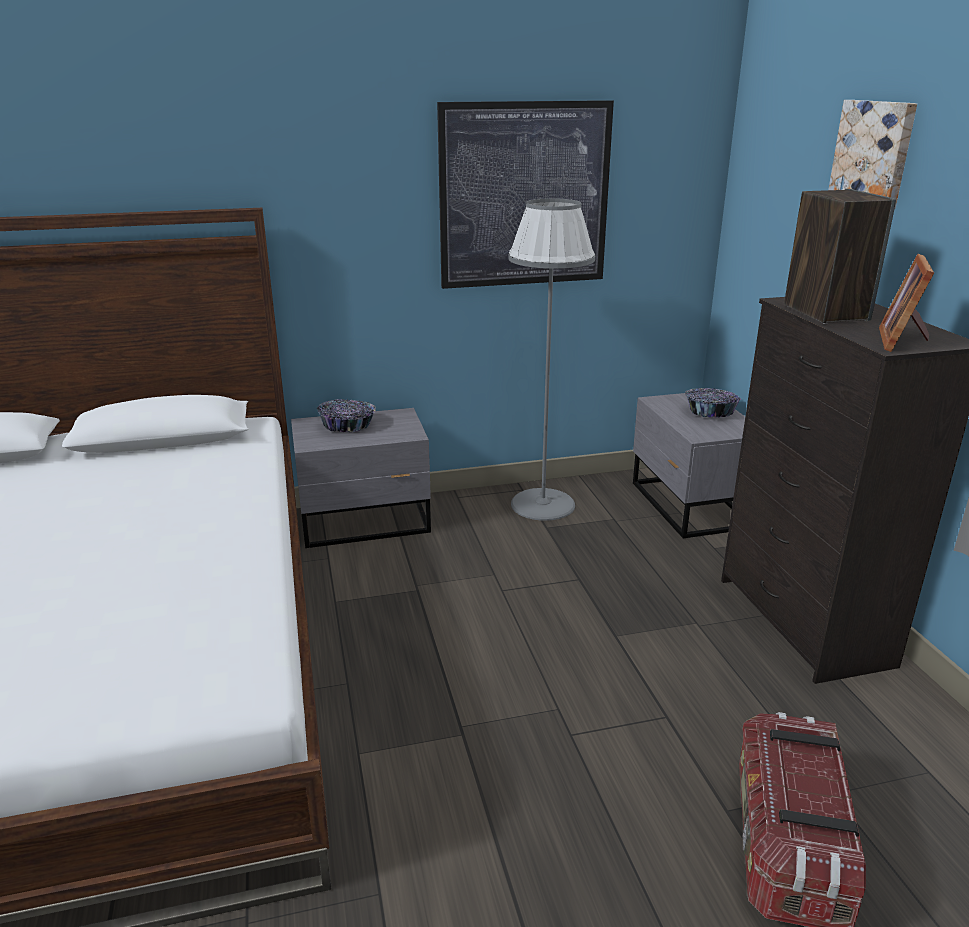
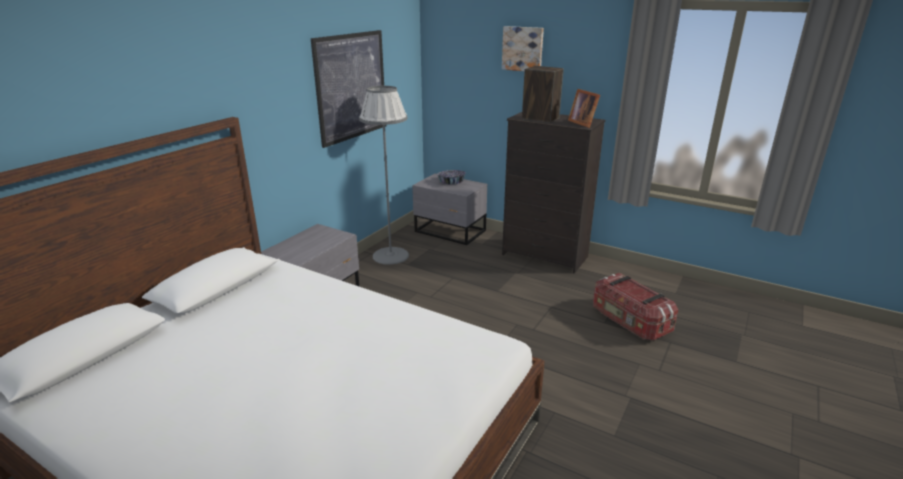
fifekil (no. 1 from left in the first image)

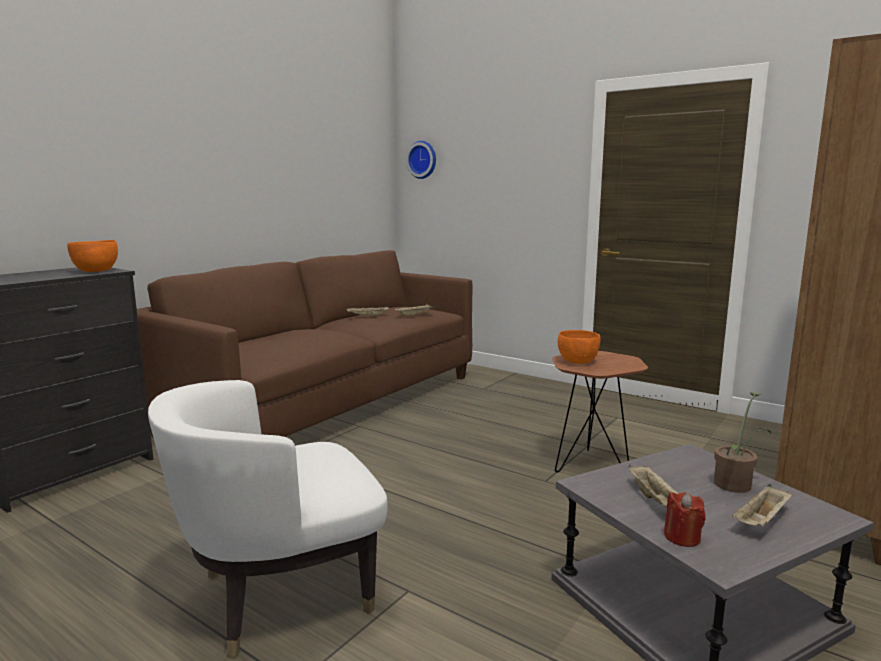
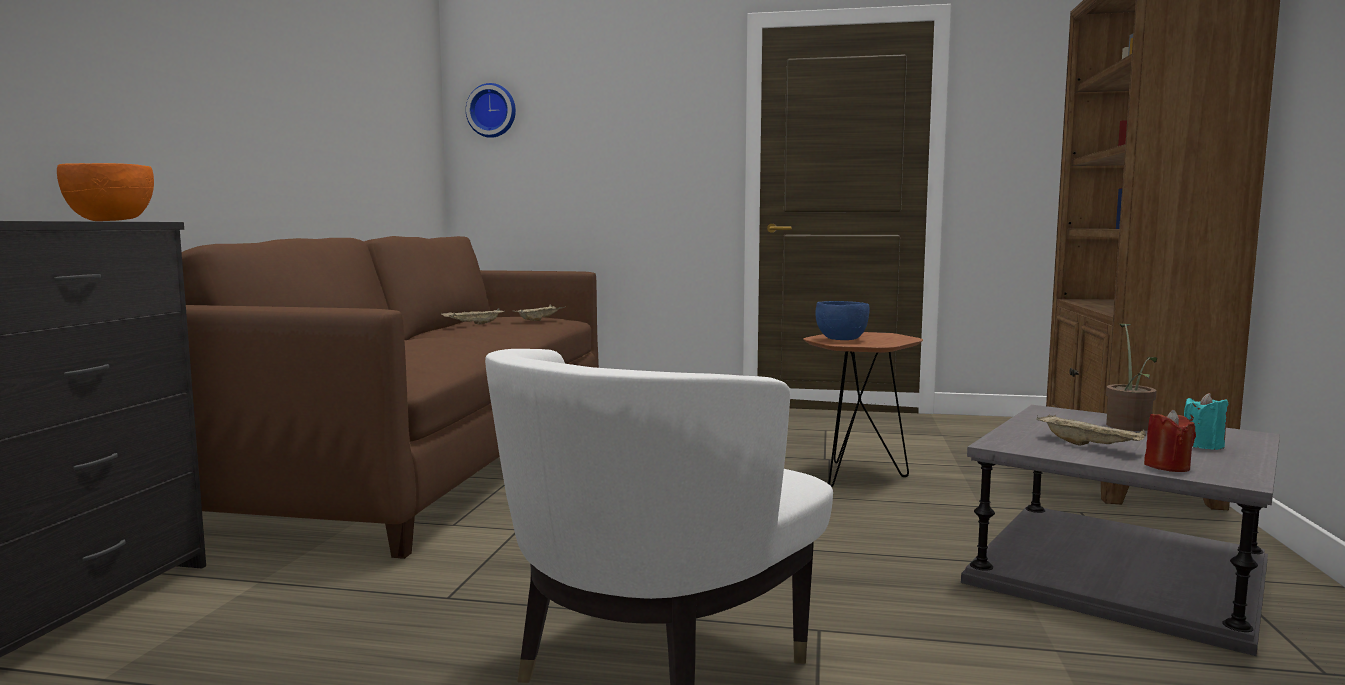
blue fifekil
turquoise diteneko

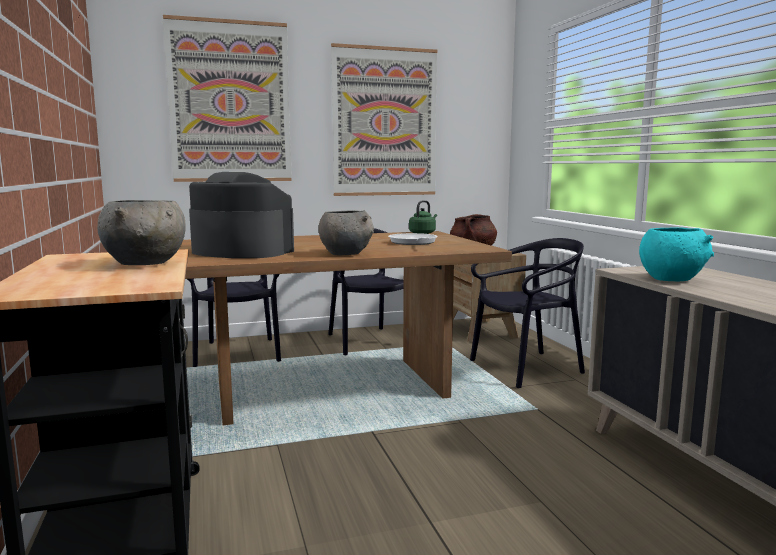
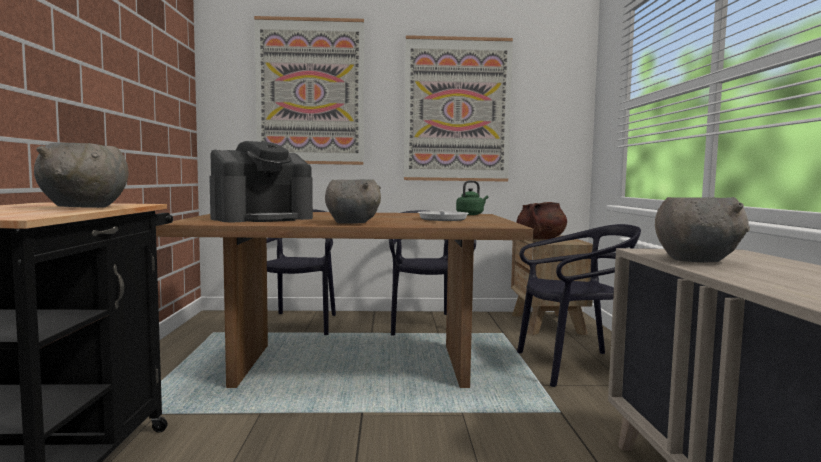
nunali
grey fifekil (no. 3 from left)

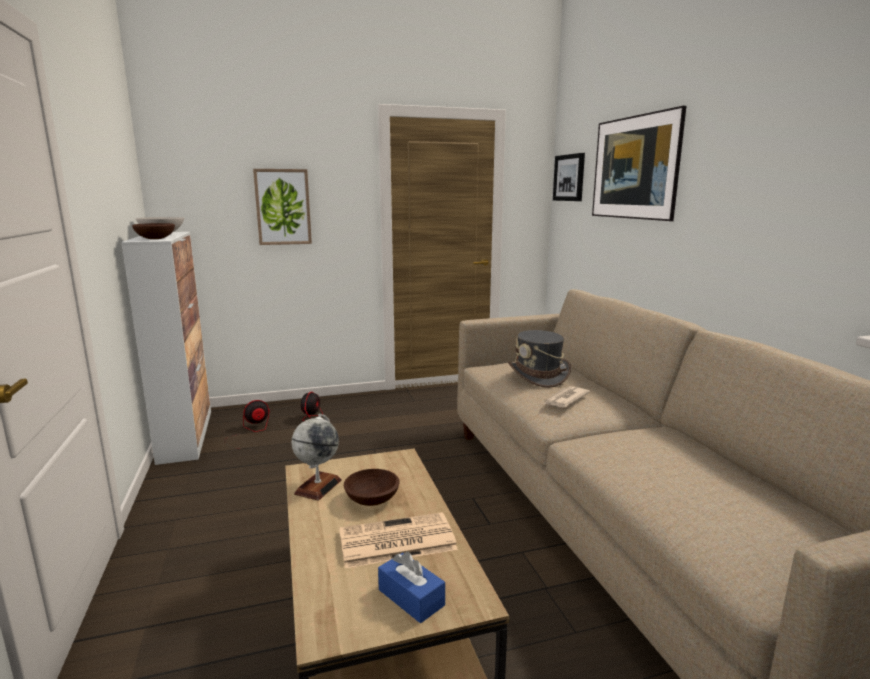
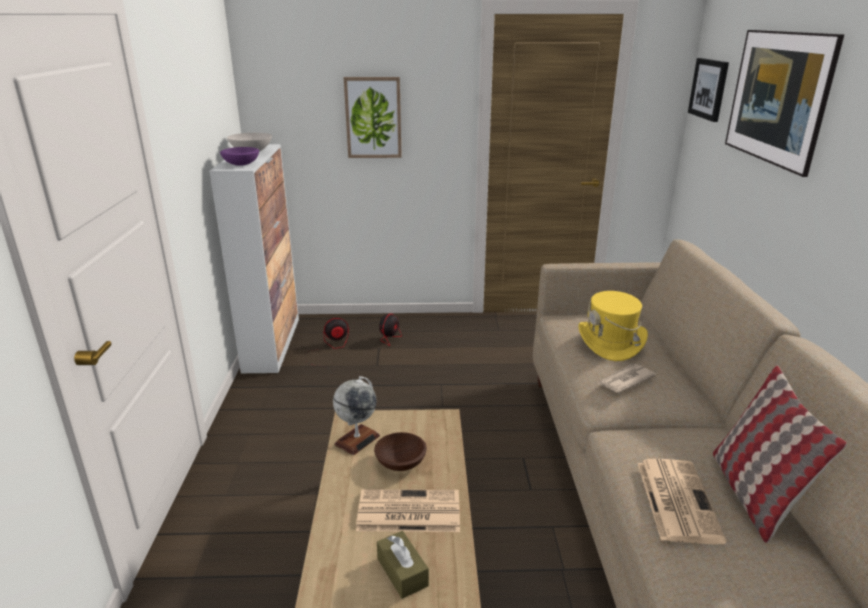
purple fifekil
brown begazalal
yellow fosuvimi
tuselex (no. 3 from left)
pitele

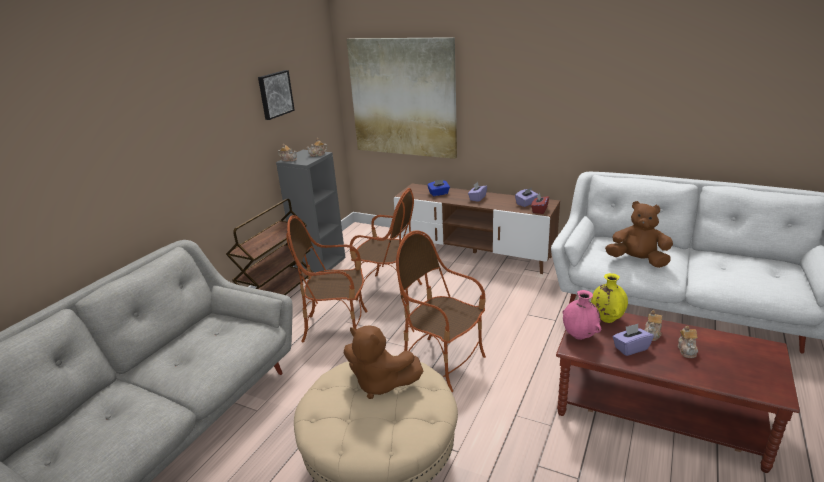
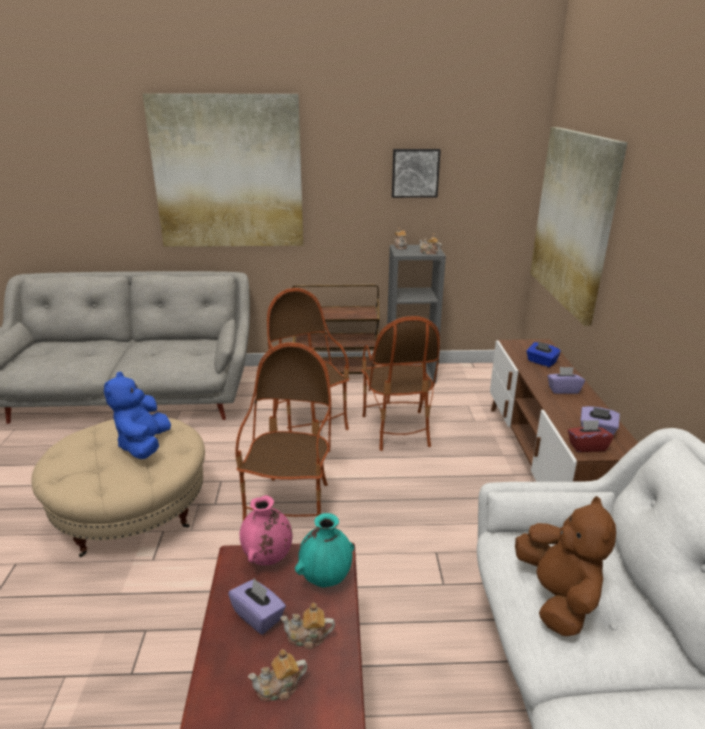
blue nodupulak
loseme (no. 1 from left)
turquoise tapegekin

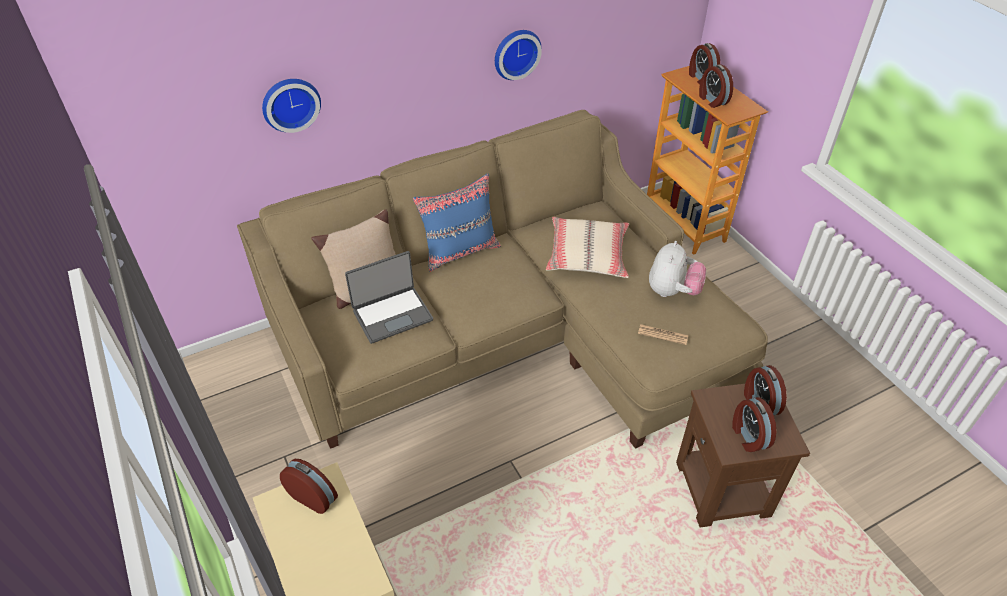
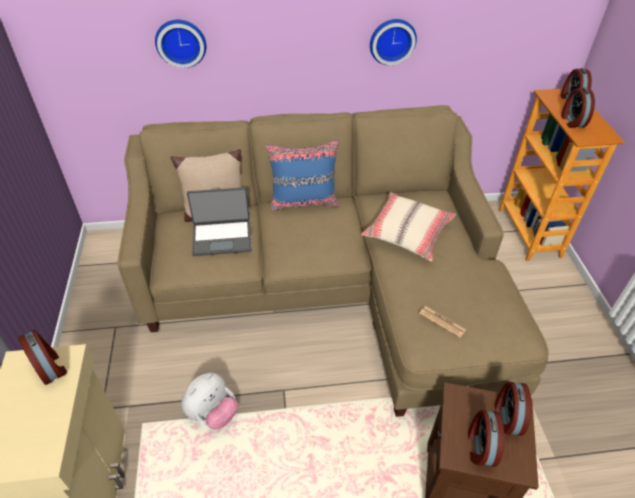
nodupulak

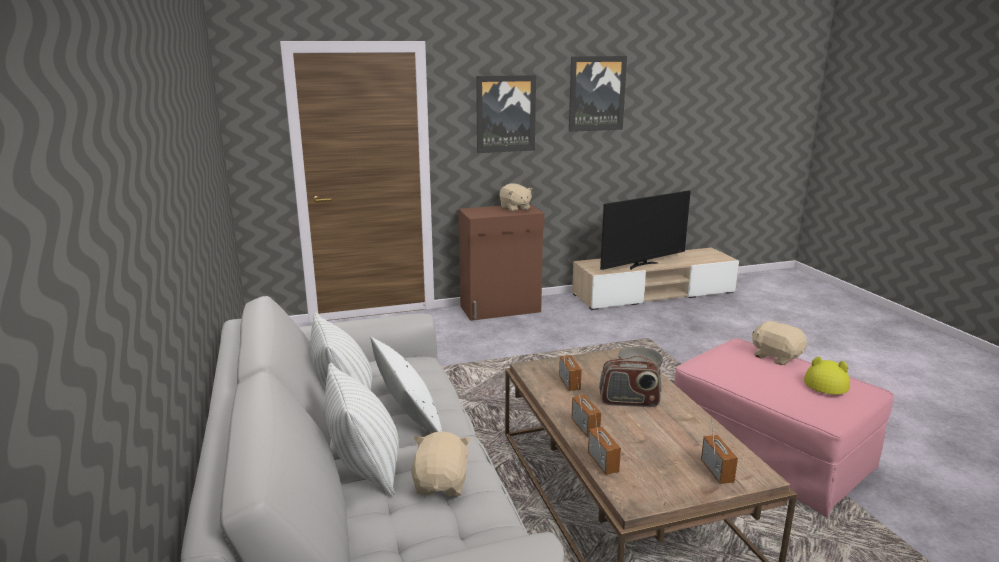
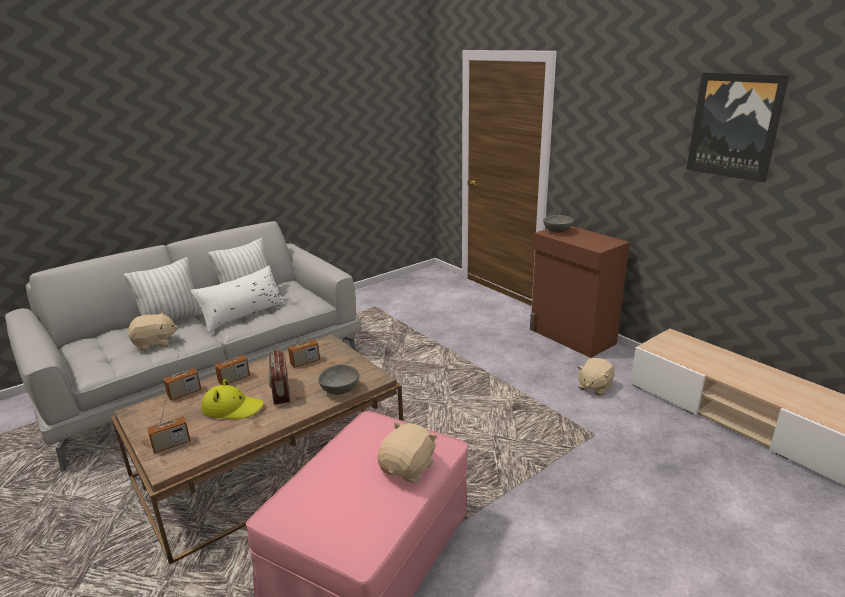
yellow fosuvimi
grey fifekil (no. 2 from left)
beige nodupulak (no. 3 from left)
loseme (no. 1 from left in the first image)
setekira

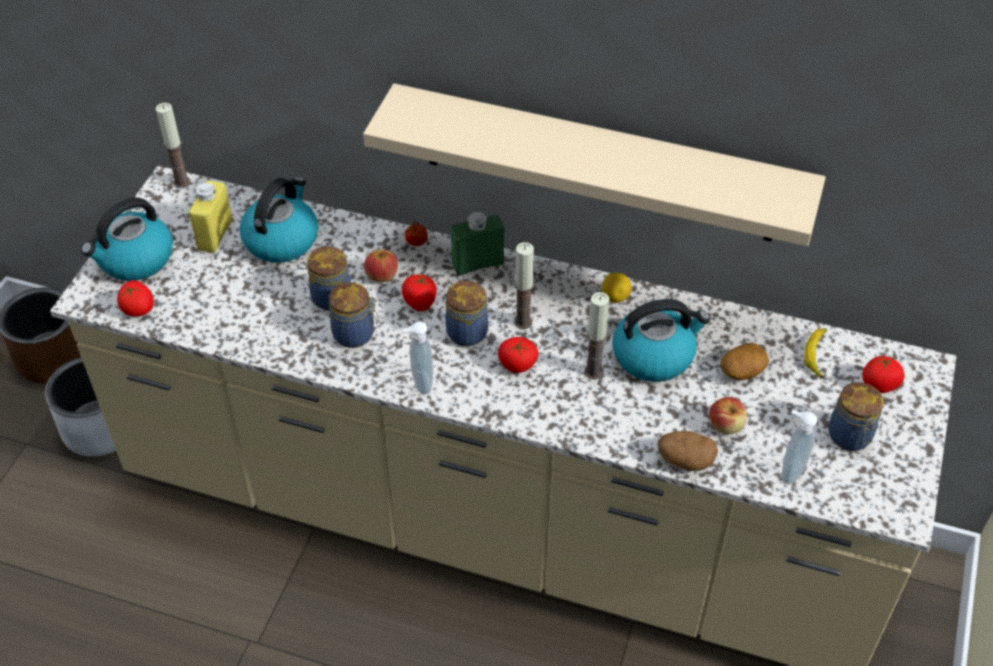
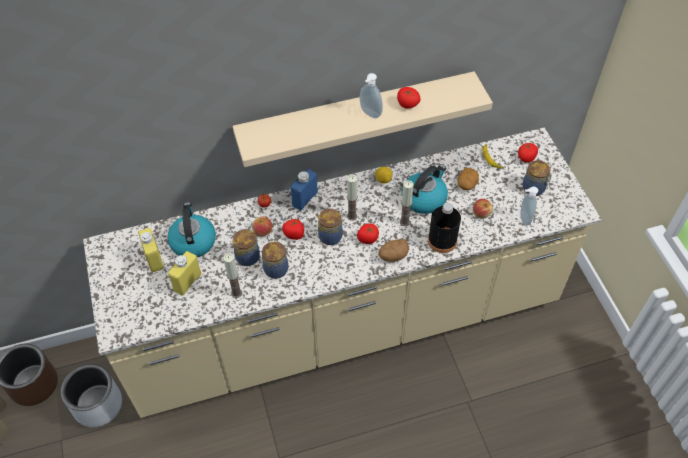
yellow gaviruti (no. 2 from left)
diteneko (no. 1 from left)
blue gaviruti
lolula (no. 1 from left)
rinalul (no. 1 from left)
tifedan (no. 4 from left)
black gaviruti
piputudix (no. 1 from left in the first image)

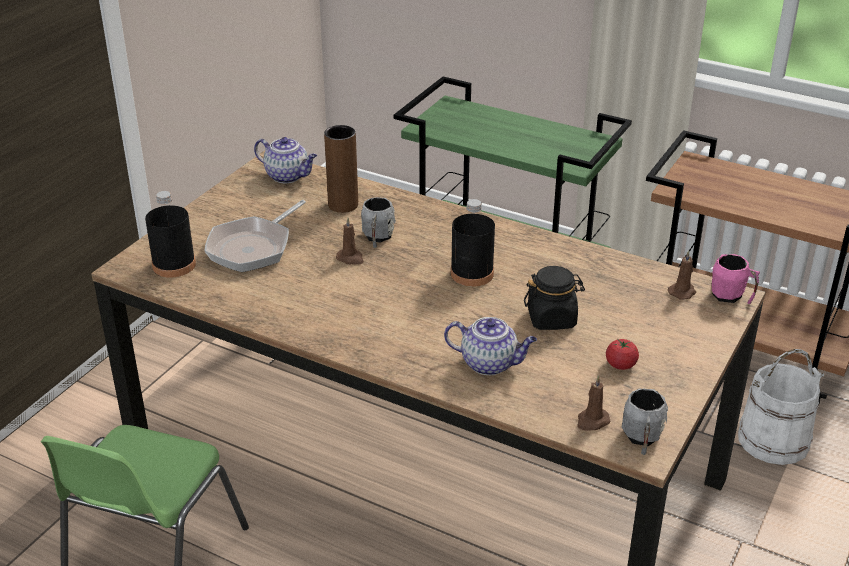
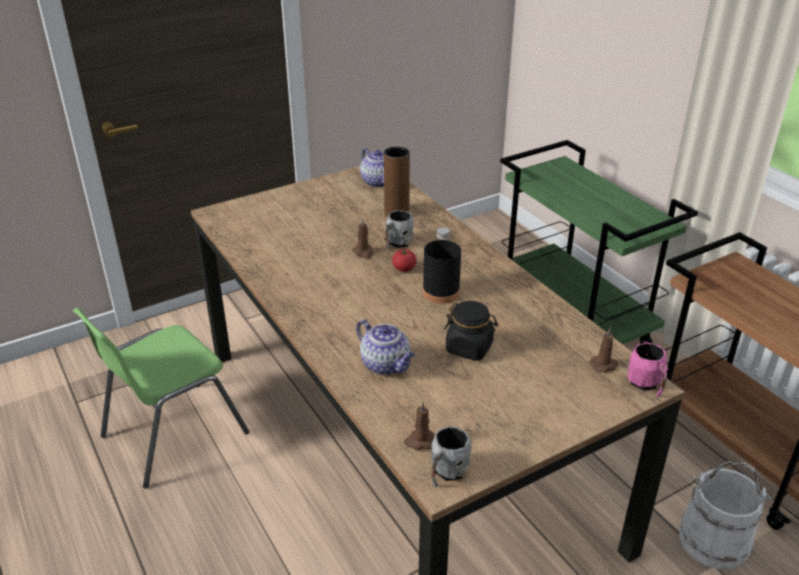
tifedan
black gaviruti (no. 1 from left in the first image)
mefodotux

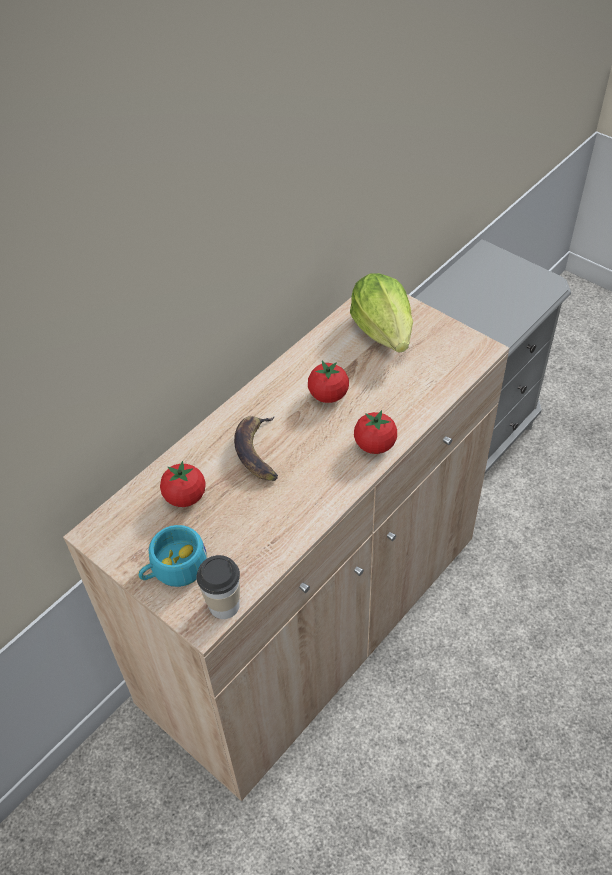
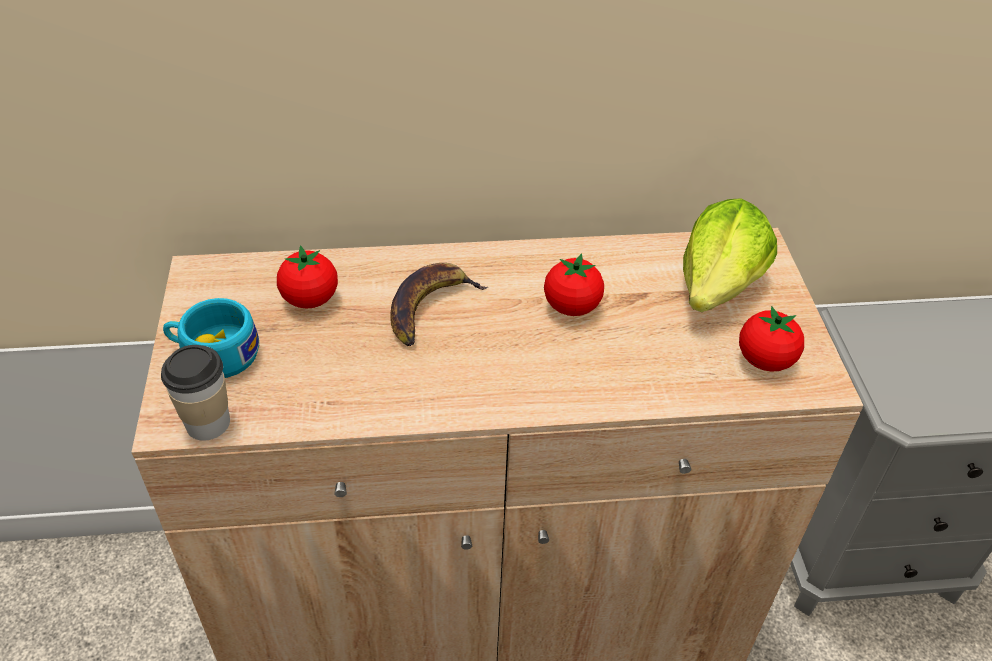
tifedan (no. 3 from left)

